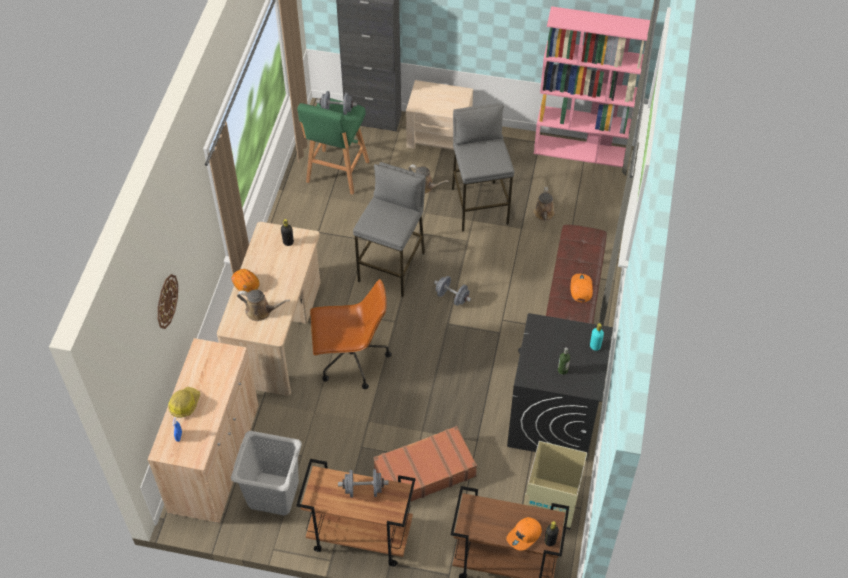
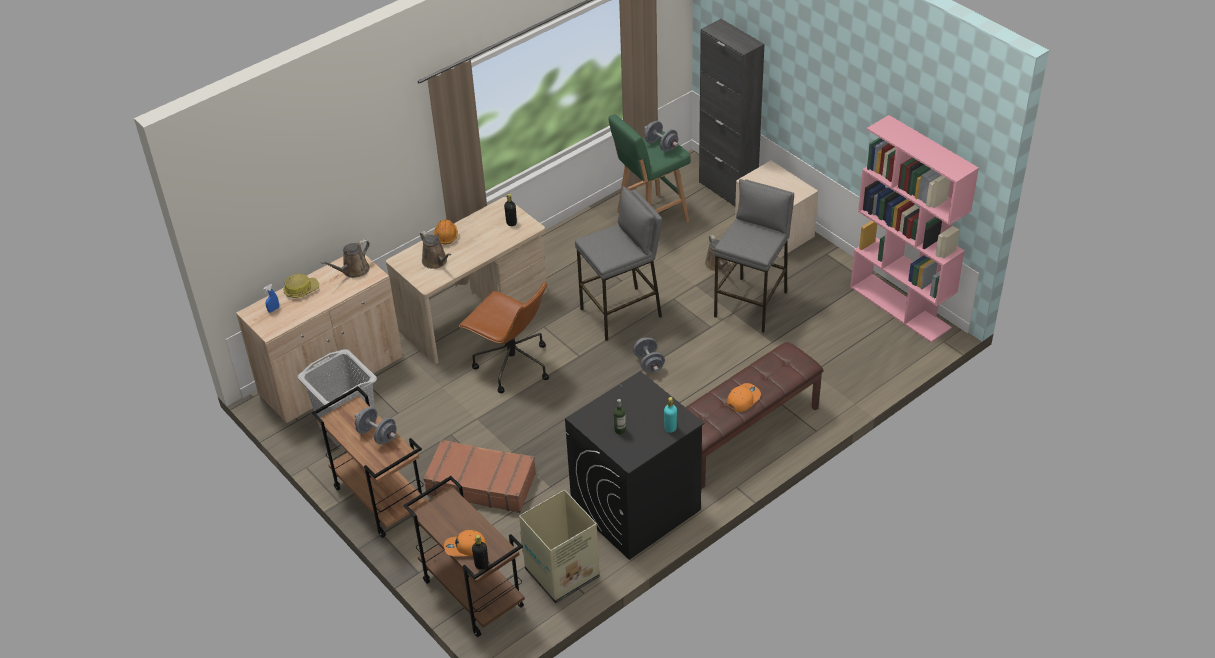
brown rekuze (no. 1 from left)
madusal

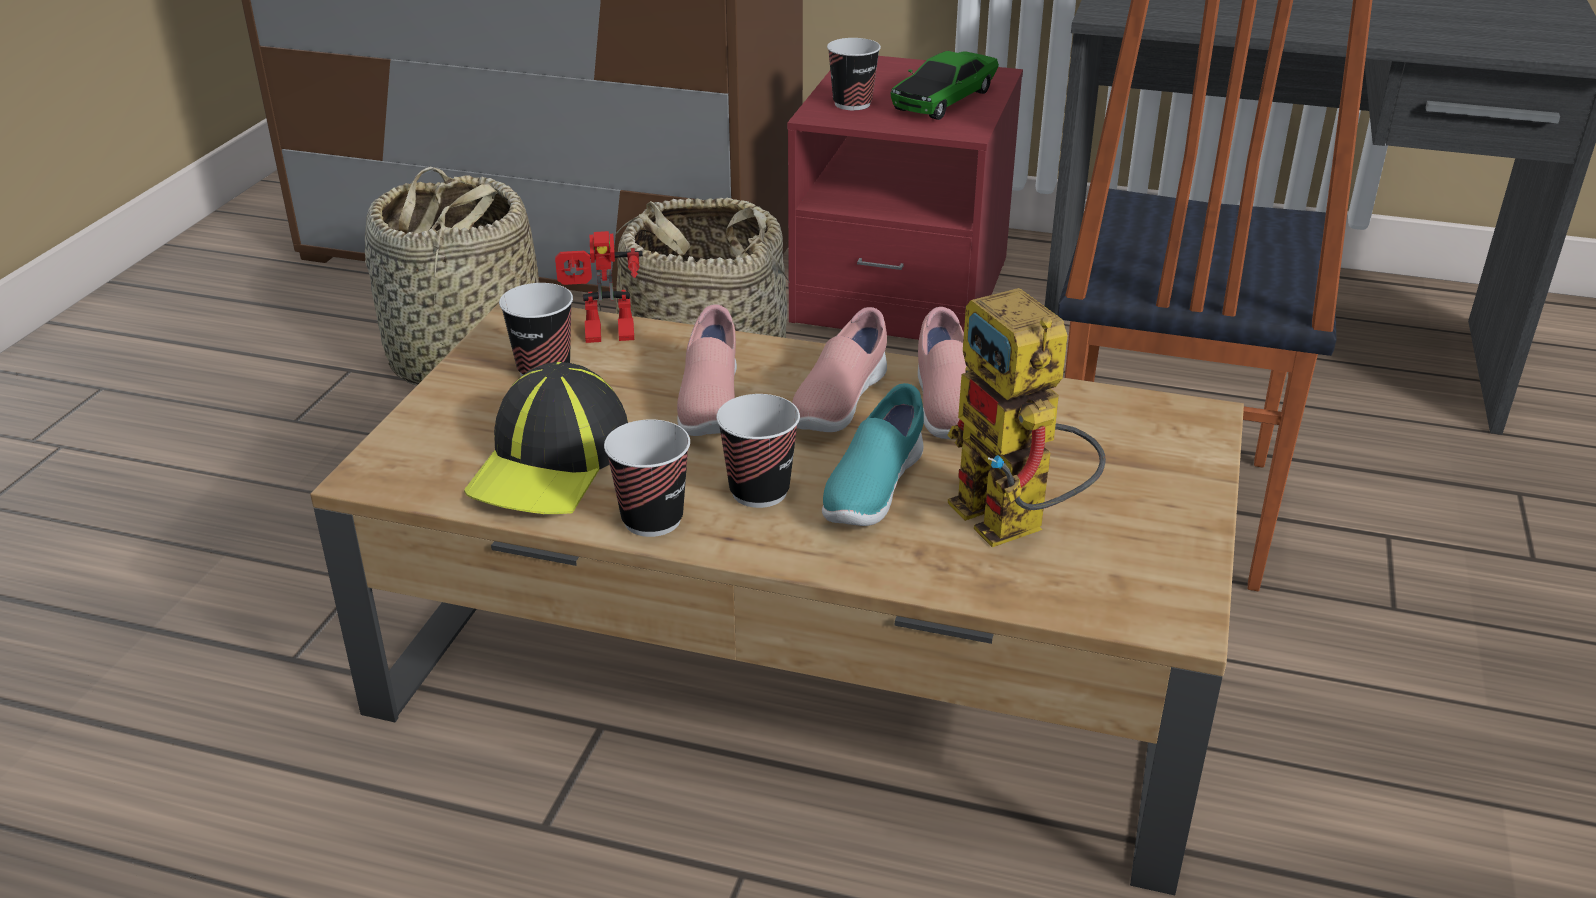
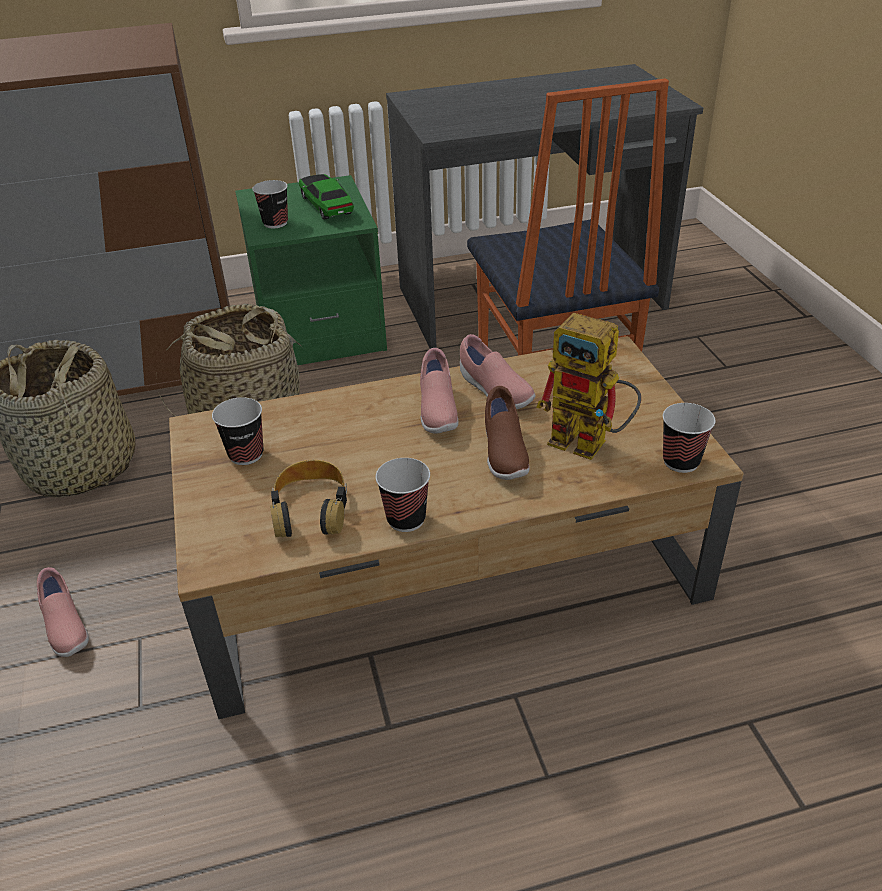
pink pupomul (no. 1 from left)
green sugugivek
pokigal
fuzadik
brown pupomul
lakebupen (no. 4 from left)
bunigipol (no. 1 from left in the first image)

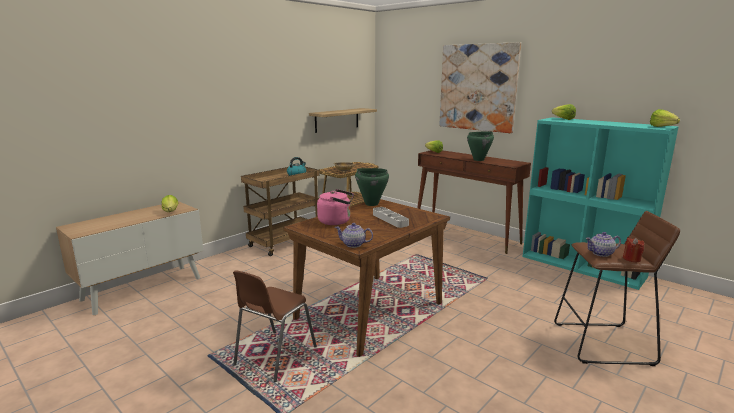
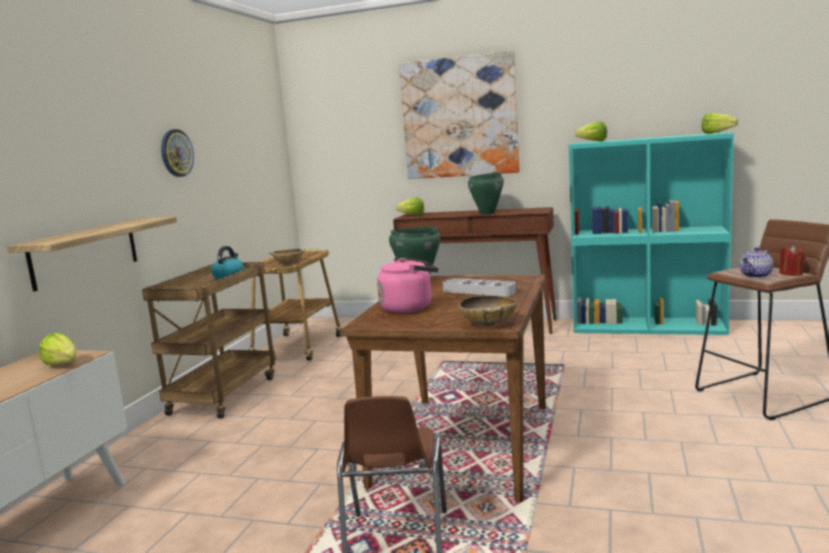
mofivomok
madusal
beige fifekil (no. 2 from left)

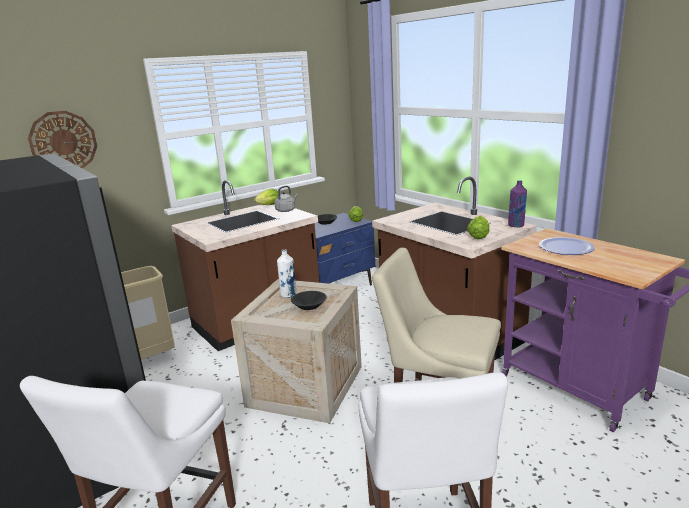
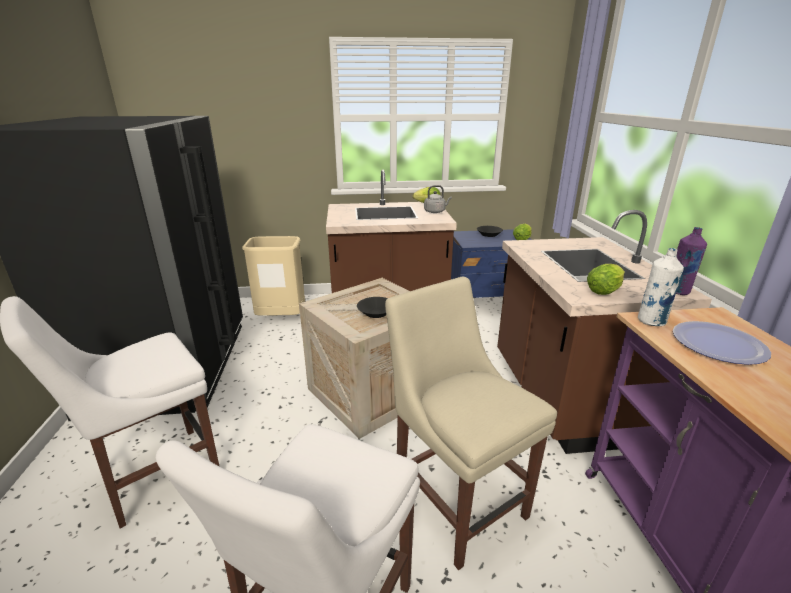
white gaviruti
madusal

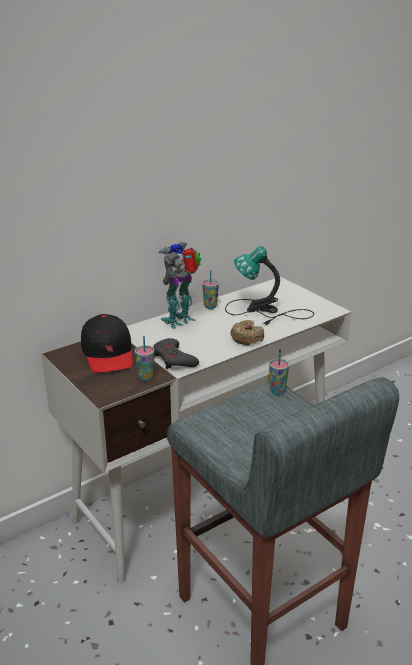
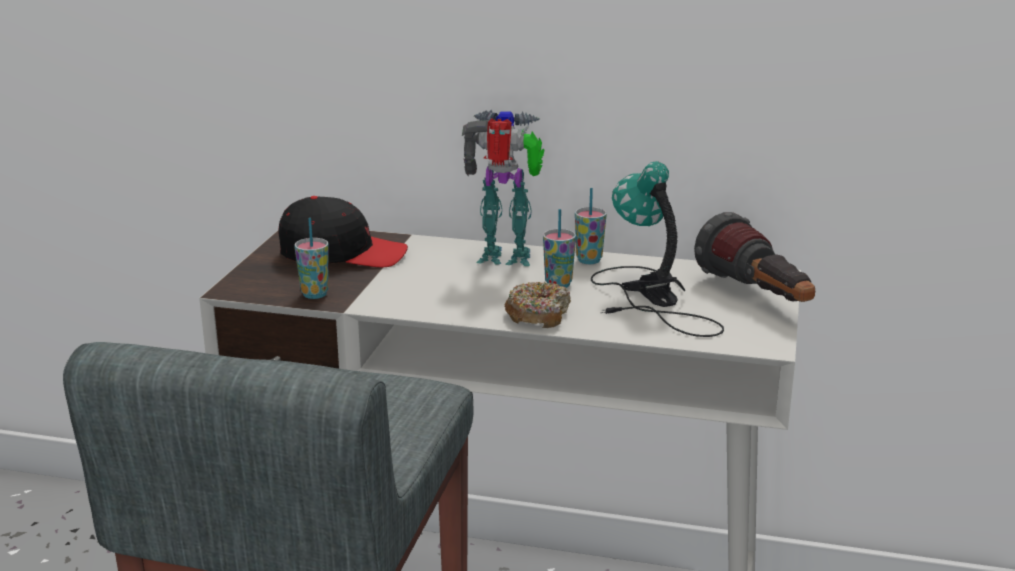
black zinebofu
lakebupen (no. 2 from left)
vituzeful
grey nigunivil

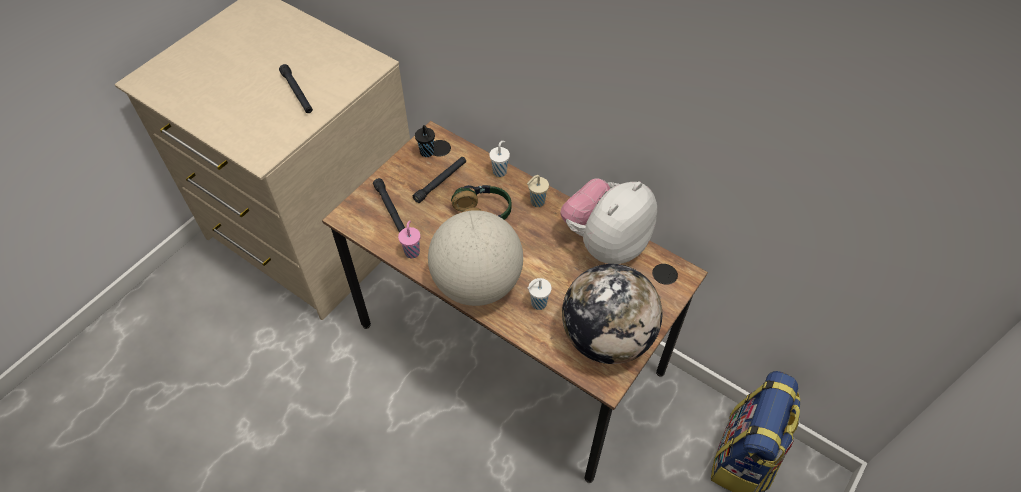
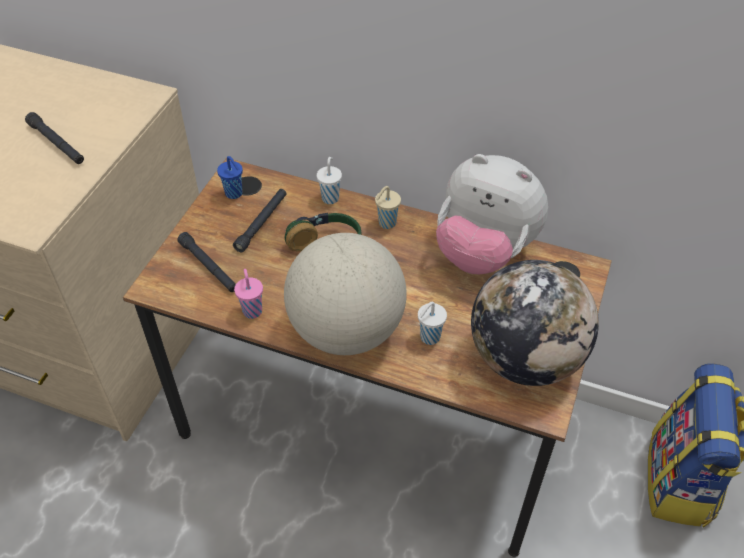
blue lakebupen
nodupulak

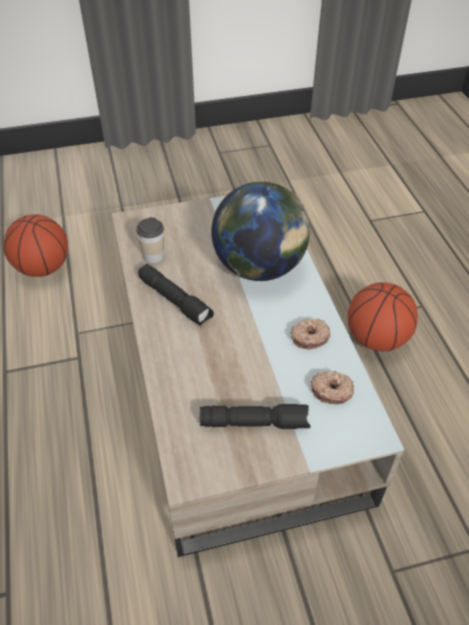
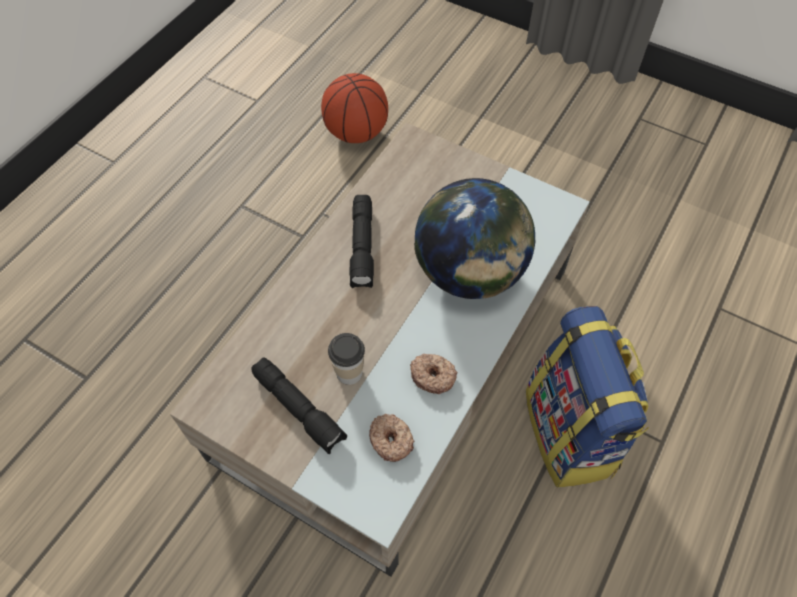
lakebupen
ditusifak

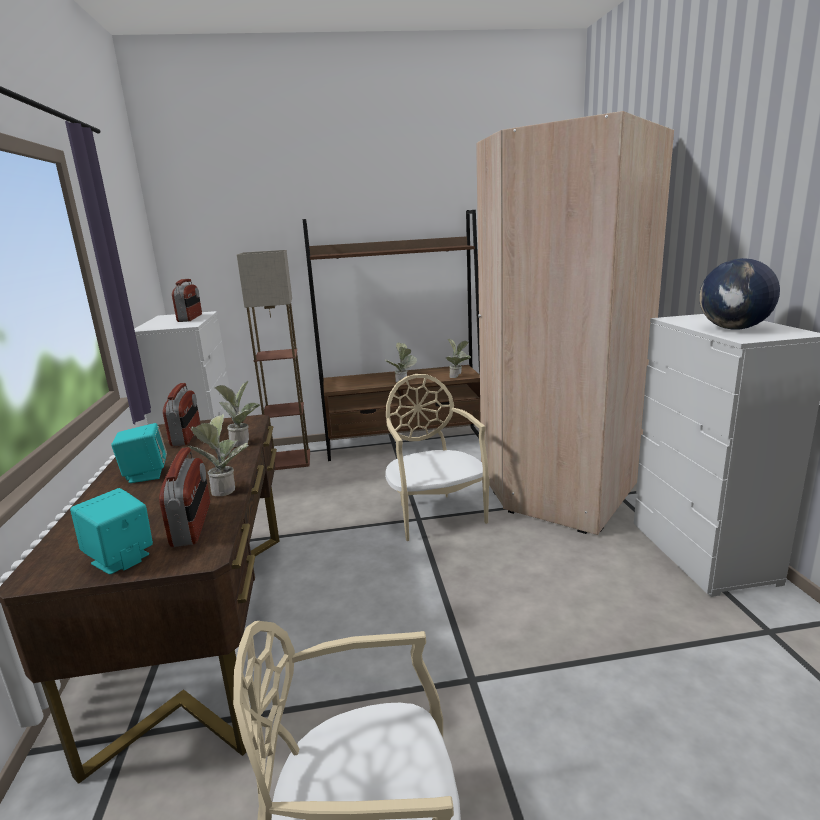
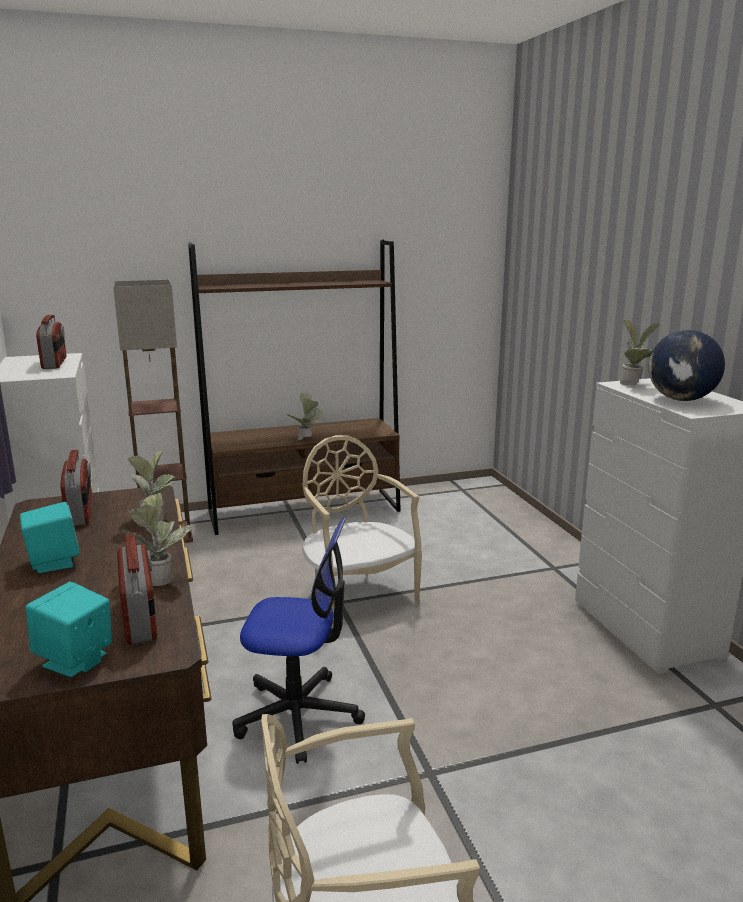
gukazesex
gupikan (no. 4 from left)
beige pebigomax

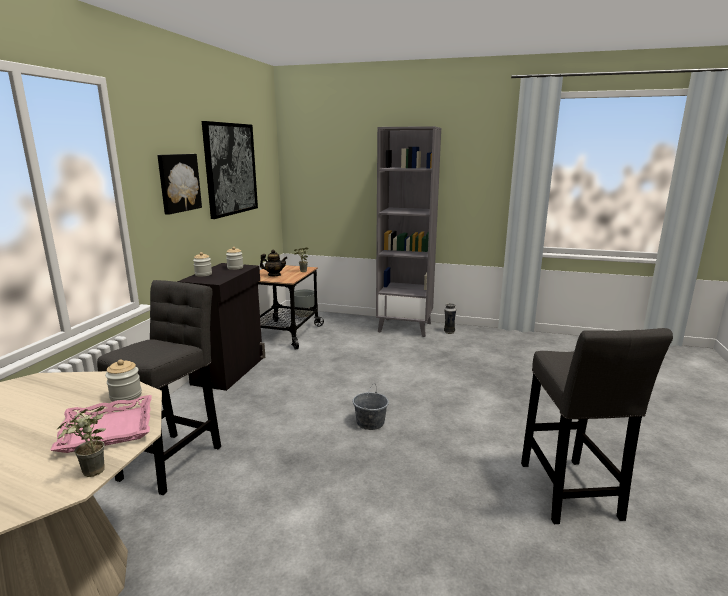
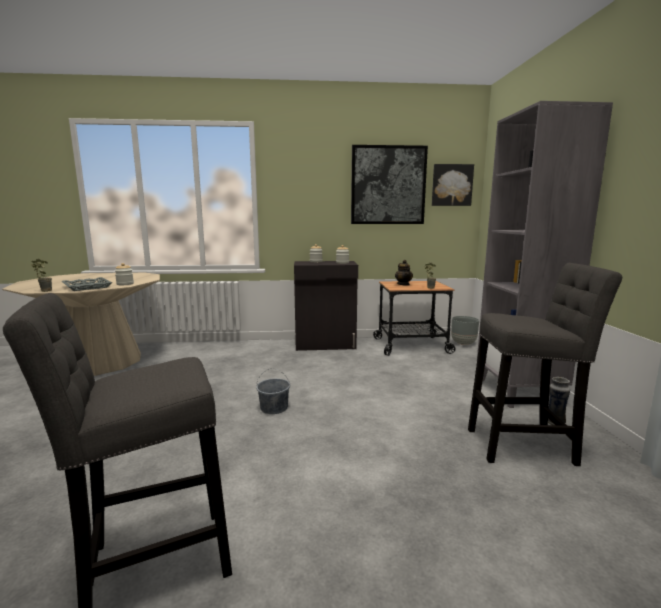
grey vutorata
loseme (no. 2 from left)
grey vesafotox (no. 2 from left)

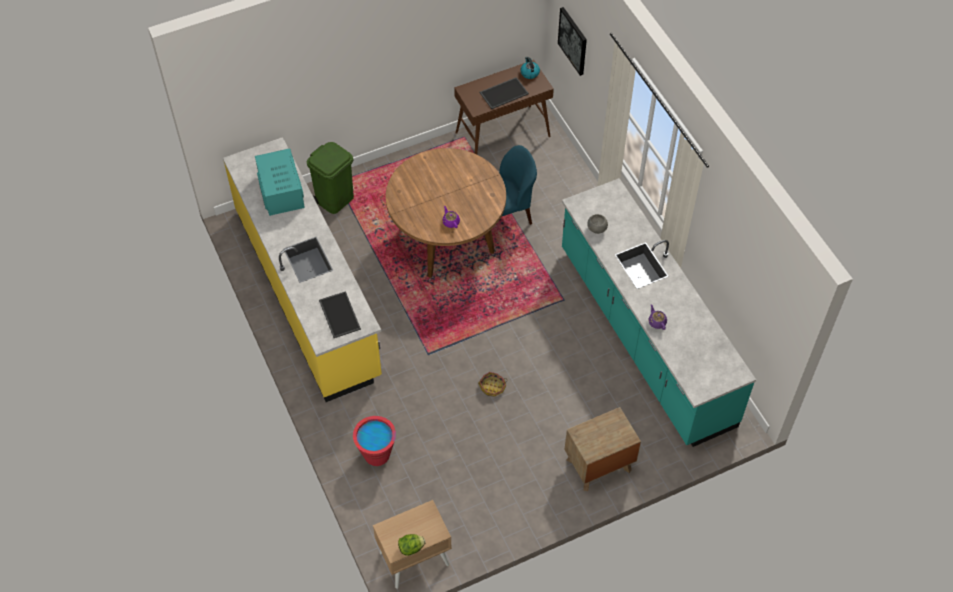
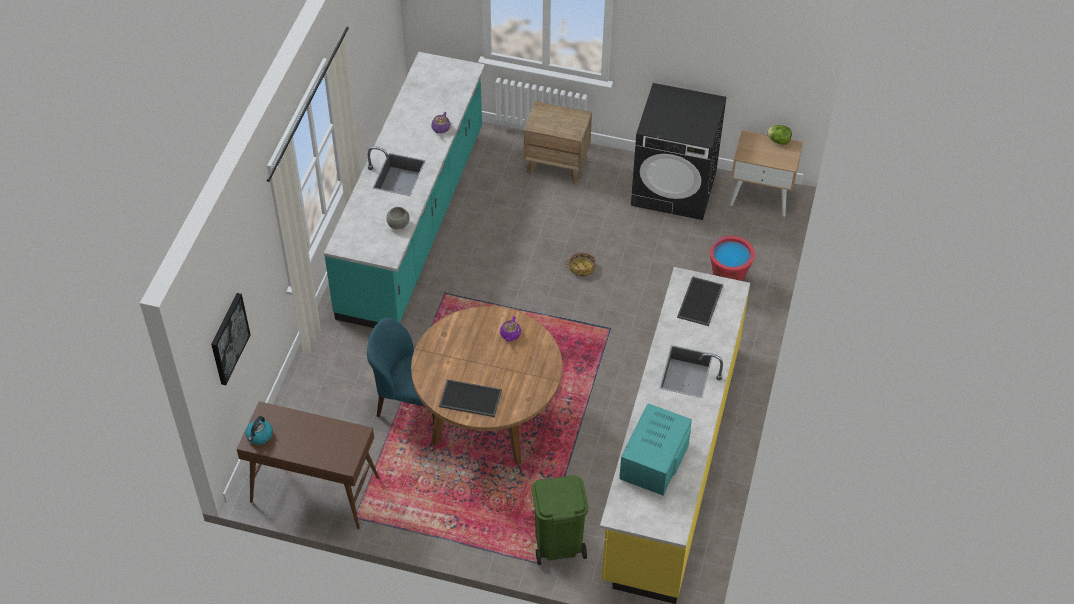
vutorata (no. 1 from left)
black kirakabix

